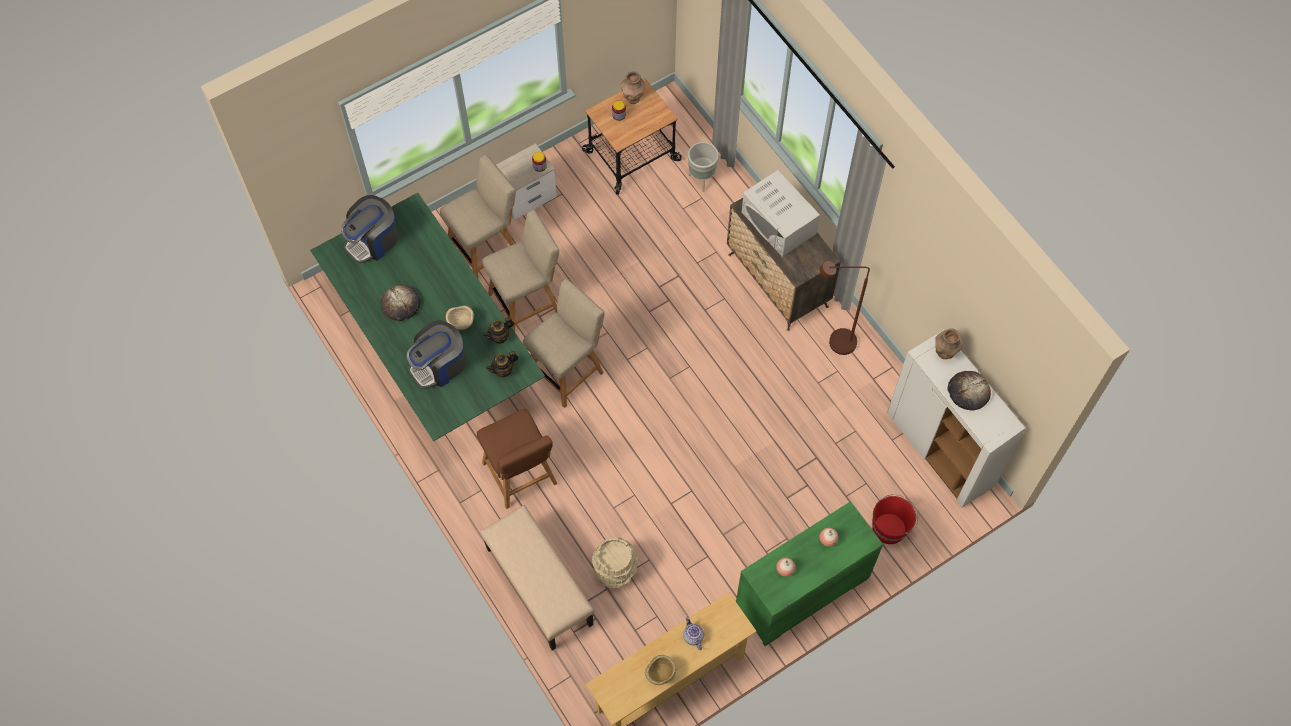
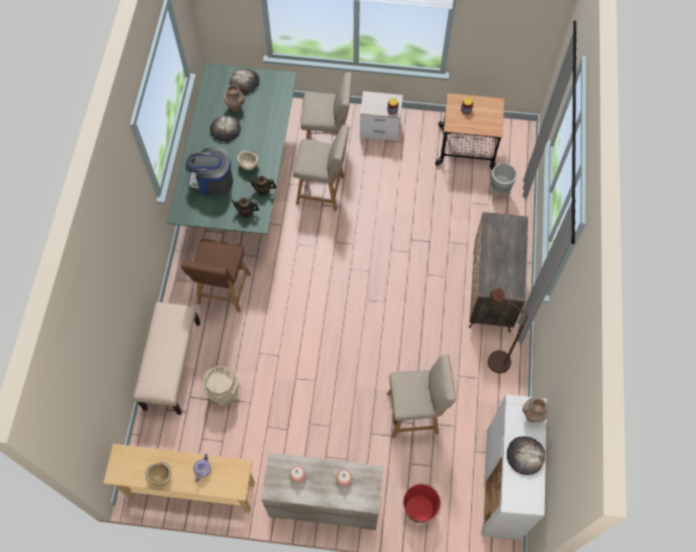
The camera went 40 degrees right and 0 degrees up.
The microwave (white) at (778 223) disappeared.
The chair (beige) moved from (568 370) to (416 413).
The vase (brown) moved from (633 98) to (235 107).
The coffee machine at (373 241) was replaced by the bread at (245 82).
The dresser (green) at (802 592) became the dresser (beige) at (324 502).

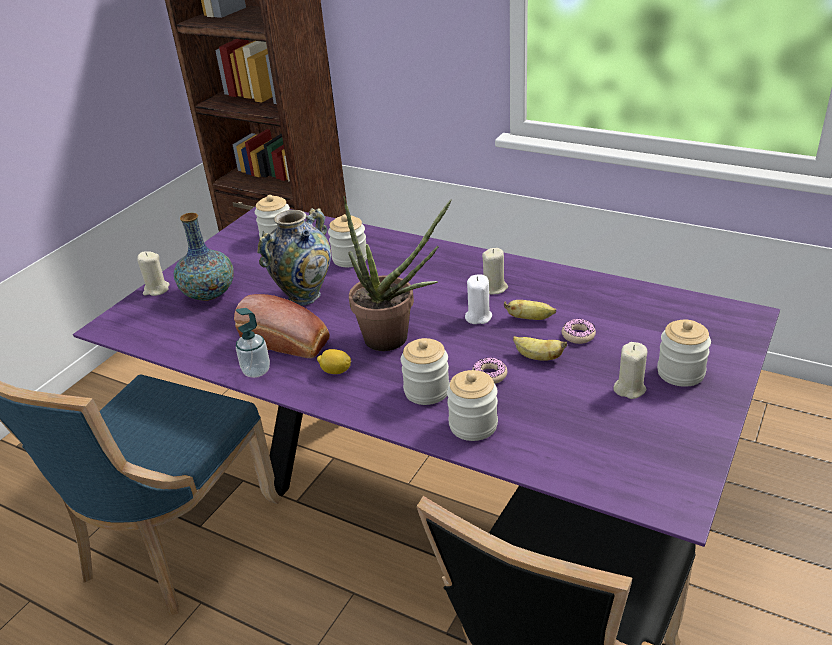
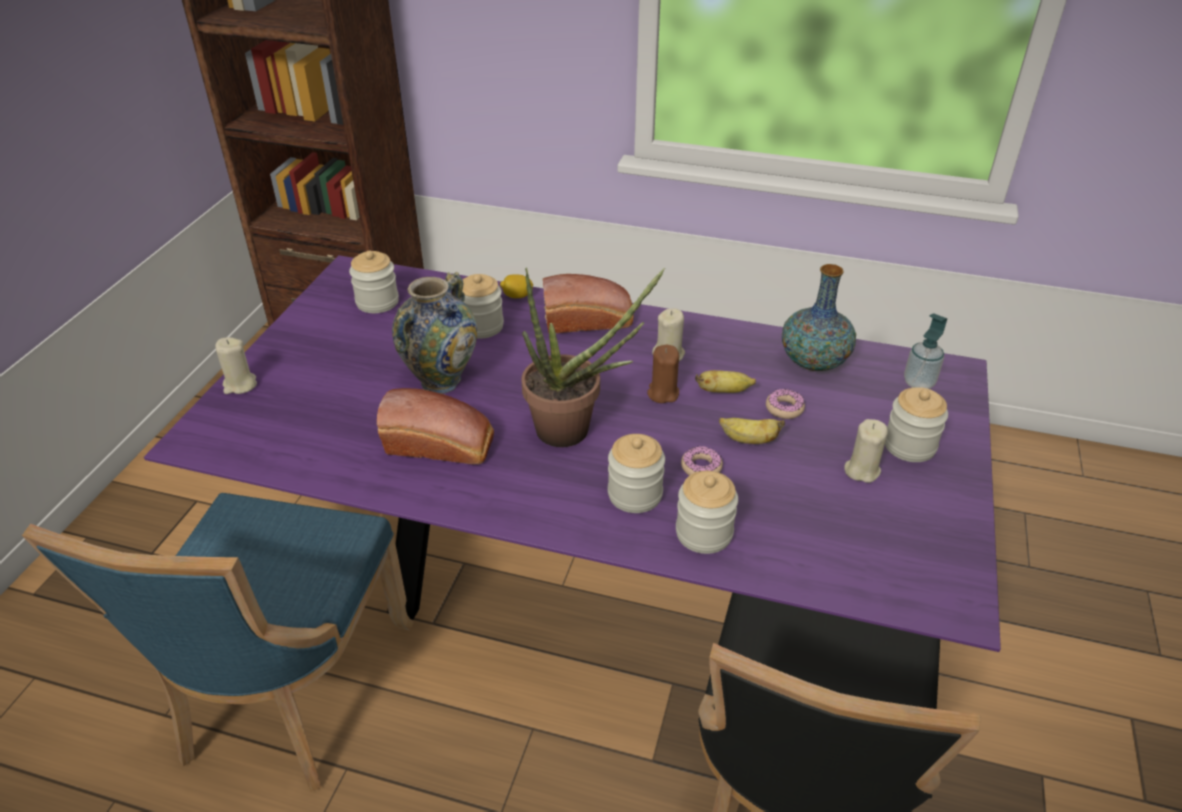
The camera went 15 degrees left and 5 degrees up.
The bread at (589 320) appeared.
The vase moved from (209 294) to (813 361).
The soap dispenser moved from (256 371) to (918 383).
The lemon moved from (336 371) to (517 296).
The candle (white) at (478 316) became the candle (brown) at (663 393).

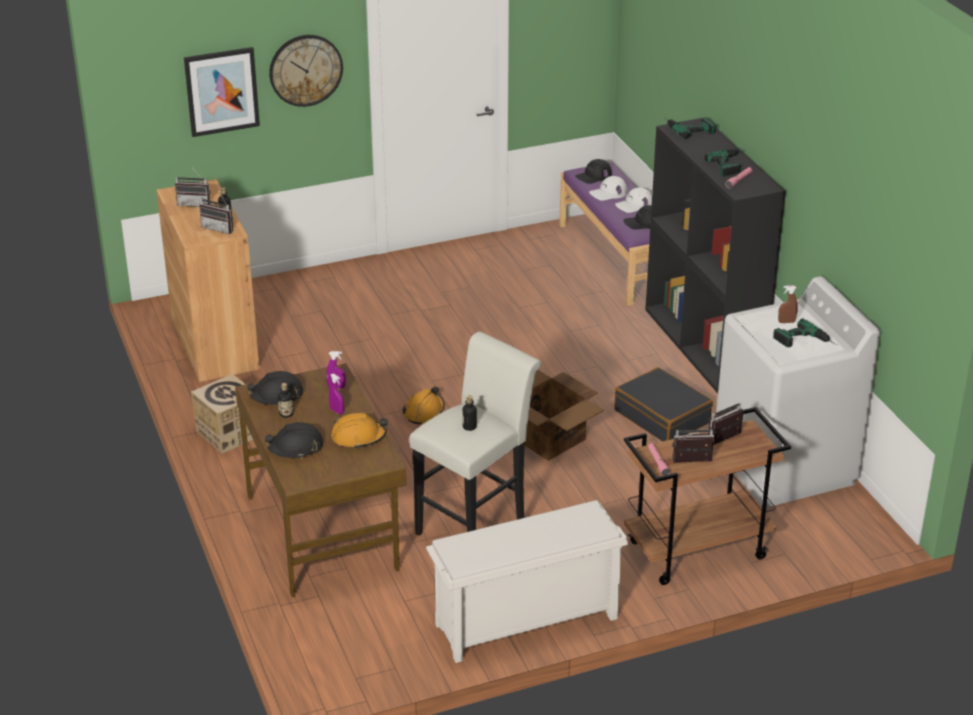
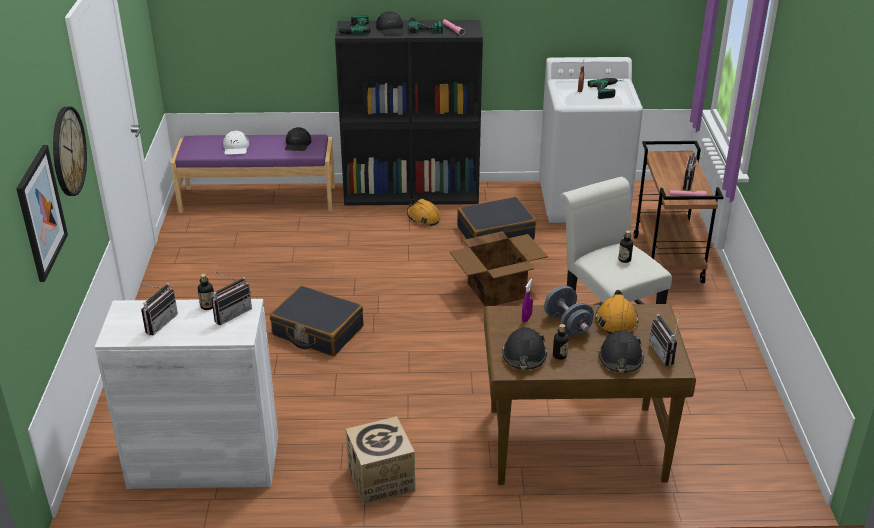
The camera went 70 degrees left and 0 degrees up.
The shoe rack (white) at (525 623) disappeared.
The cap (white) at (634 205) disappeared.
The suitcase (black) at (317 331) appeared.
The hard hat (orange) moved from (424 412) to (423 217).
The cap (black) moved from (593 176) to (390 29).
The radio moved from (726 440) to (666 354).
The spray bottle (purple) at (337 411) was replaced by the dumbbell (grey) at (567 325).
The cabinet (brown) at (214 344) became the cabinet (white) at (204 462).

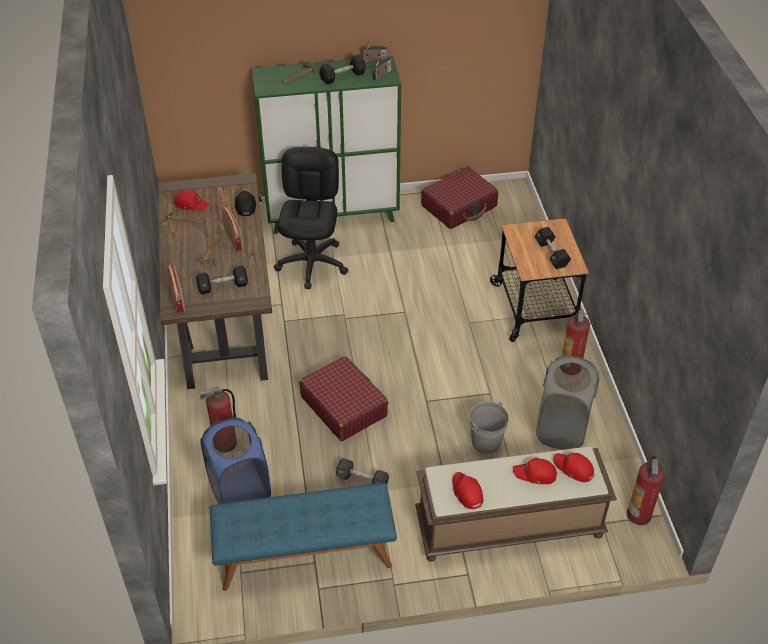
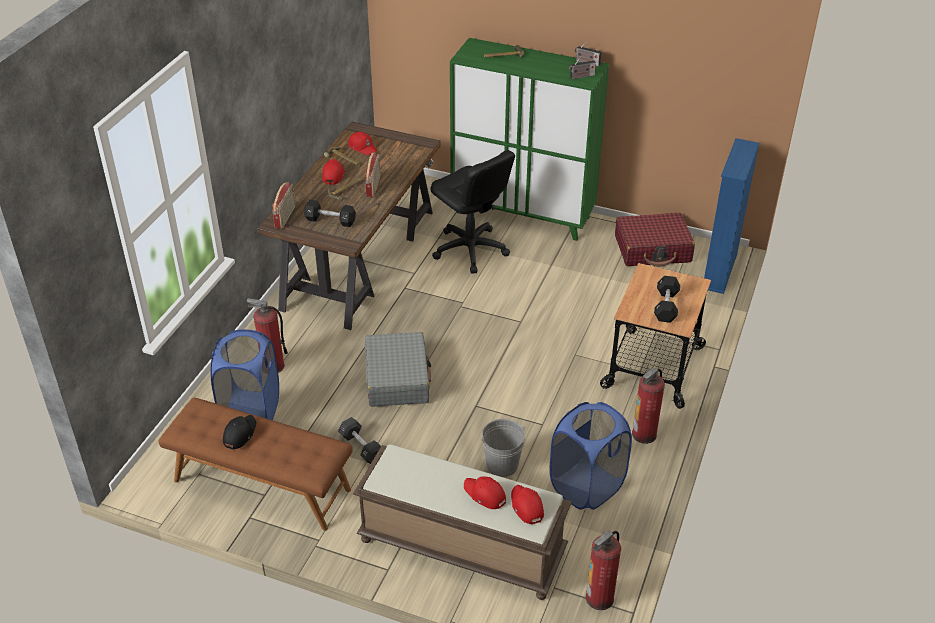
The camera went 30 degrees right and 5 degrees down.
The dumbbell (black) at (342 76) disappeared.
The bookcase (blue) at (719 271) appeared.
The cap (black) moved from (245 205) to (239 434).
The cap (red) moved from (466 492) to (333 175).
The bench (blue) at (305 555) became the bench (brown) at (261 485).
The suitcase (red) at (343 406) became the suitcase (grey) at (397 378).
The laundry basket (grey) at (562 429) became the laundry basket (blue) at (586 486).
The office chair (black) at (312 263) turned 105 degrees clockwise.

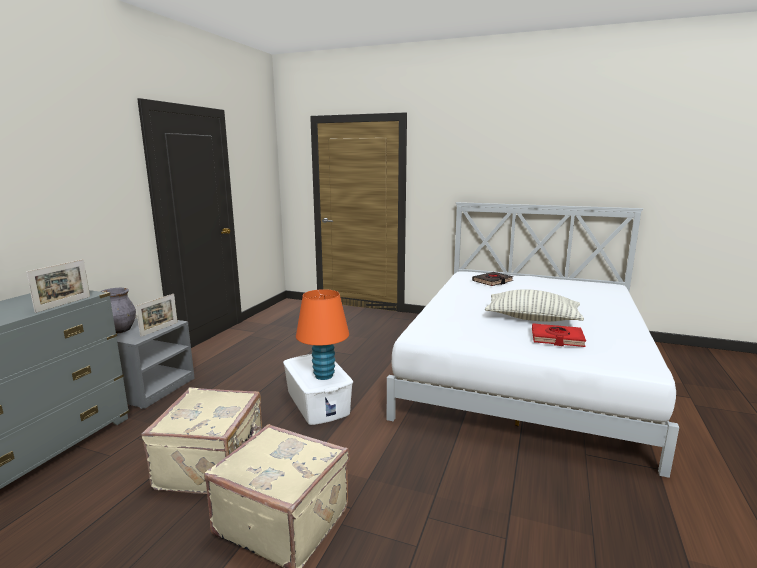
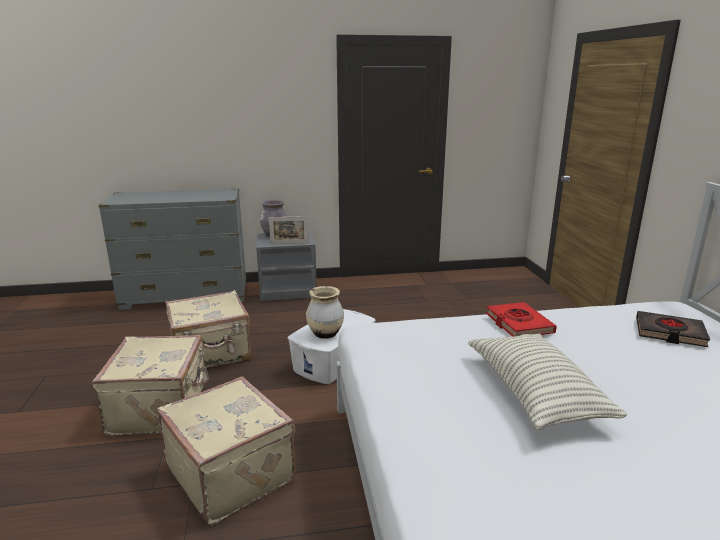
The camera went 60 degrees right and 5 degrees up.
The picture frame at (63 304) disappeared.
The suitcase (beige) at (232 472) appeared.
The book (red) moved from (557 339) to (518 324).
The table lamp (orange) at (324 376) was replaced by the vase (beige) at (325 334).

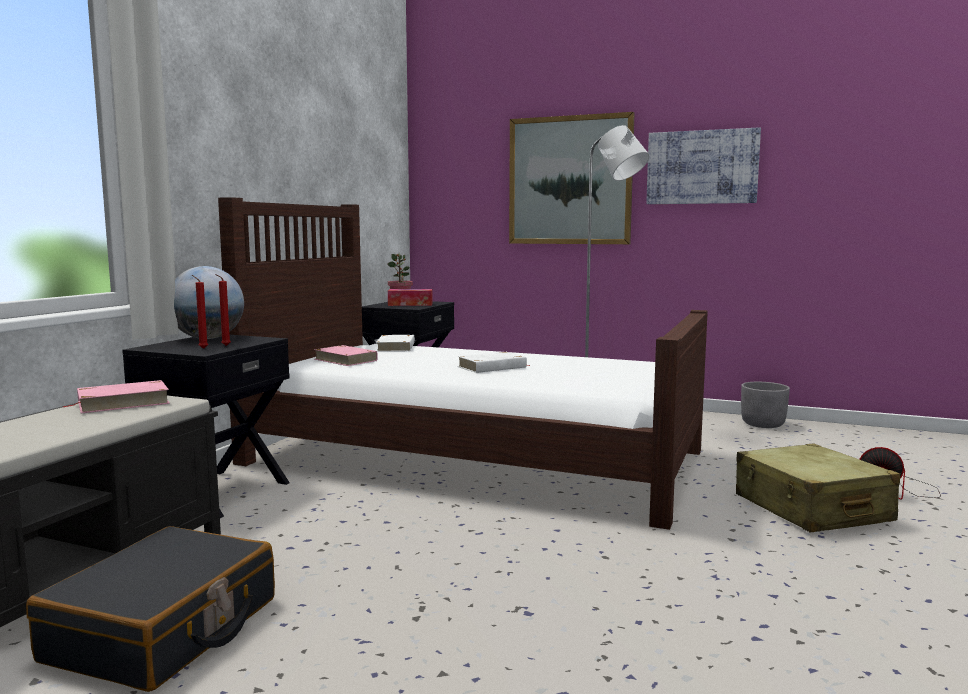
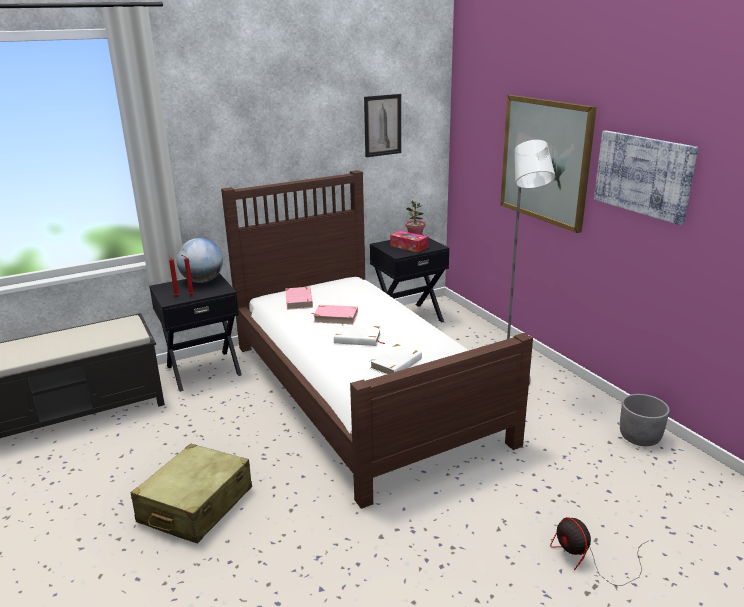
The camera went 40 degrees right and 15 degrees up.
The suitcase (black) at (165 630) disappeared.
The picture at (382 125) appeared.
The book (pink) moved from (123 403) to (335 317).
The book (white) moved from (396 347) to (396 364).
The suitcase (beige) moved from (811 509) to (195 506).

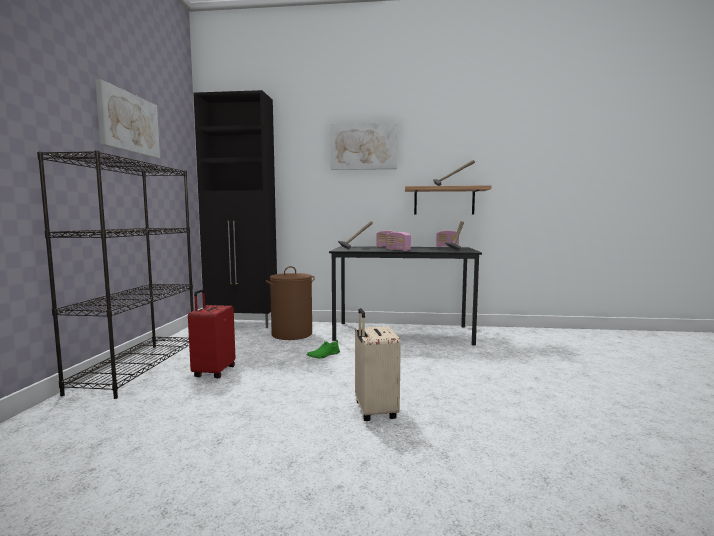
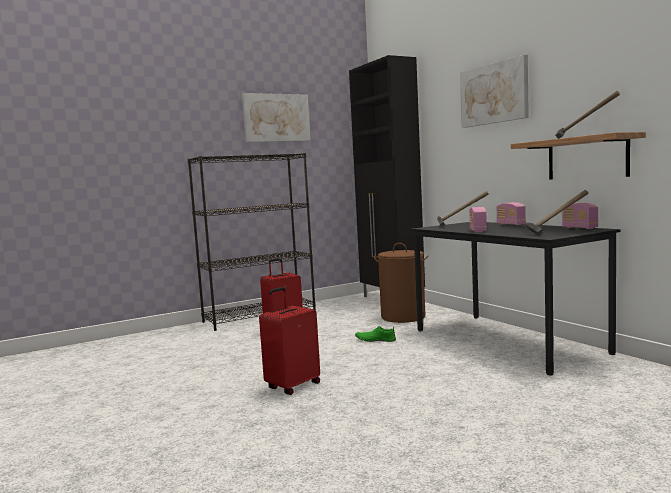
The camera went 55 degrees right and 0 degrees up.
The suitcase (beige) at (374 411) became the suitcase (red) at (292 386).

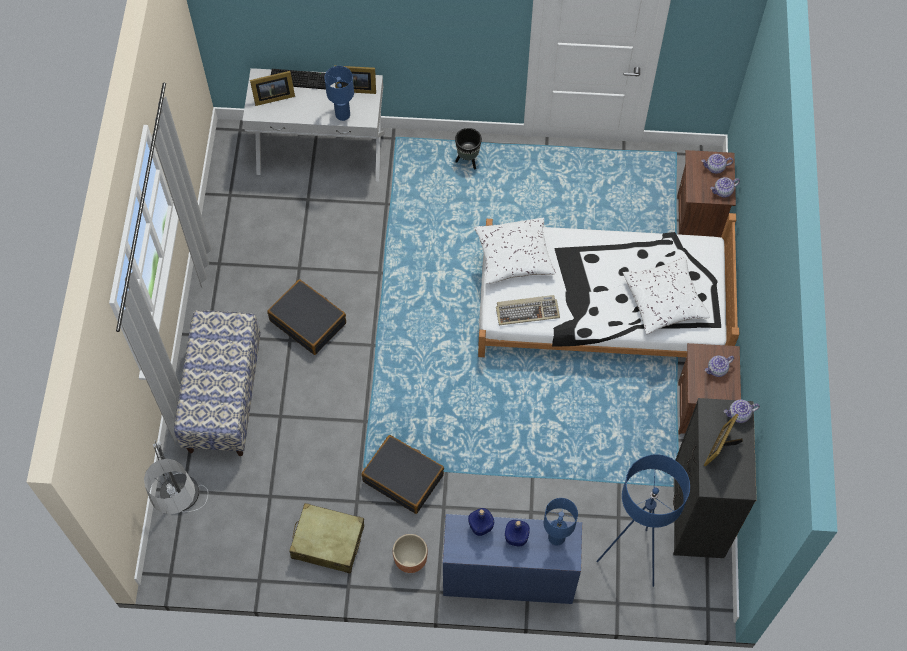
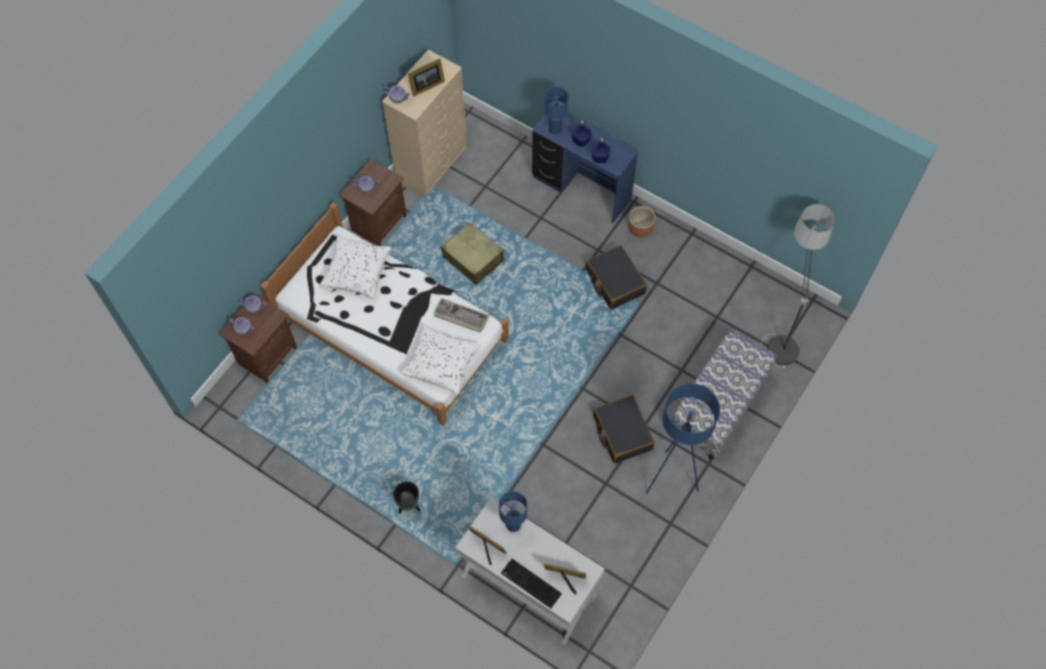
The camera went 150 degrees left and 0 degrees up.
The suitcase (beige) moved from (328 542) to (473 259).
The floor lamp (blue) moved from (631 559) to (671 479).
The dresser (black) at (698 512) became the dresser (beige) at (432 164).

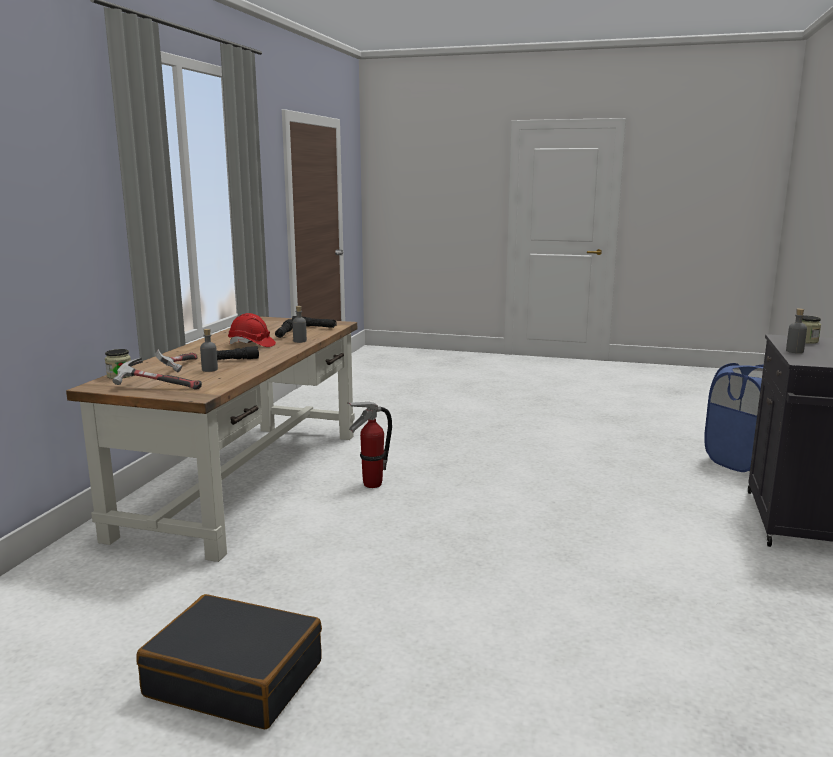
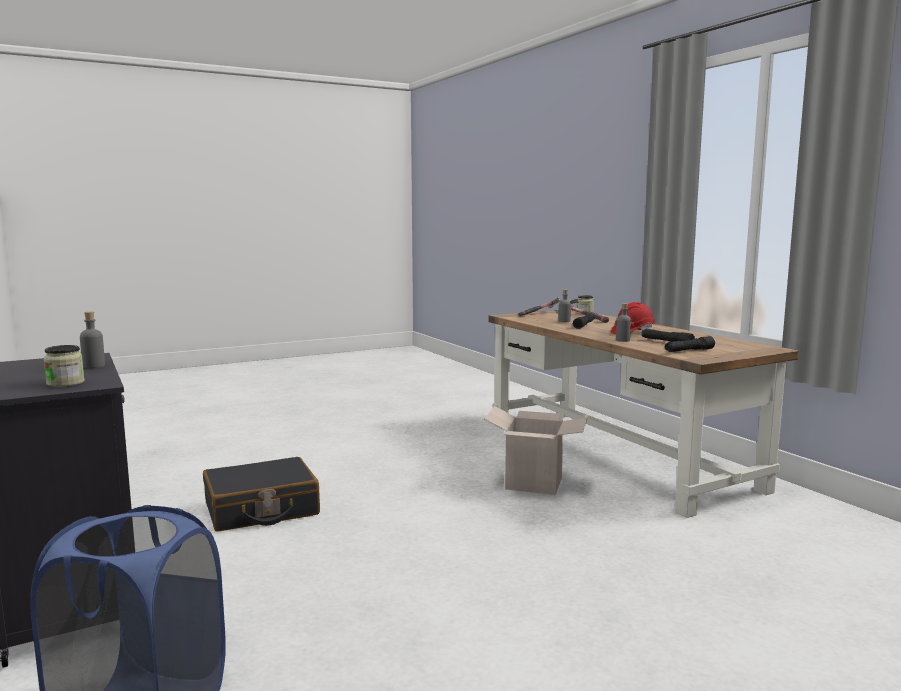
The camera went 135 degrees right and 5 degrees down.
The suitcase (black) moved from (235 678) to (261 509).
The fire extinguisher at (371 484) was replaced by the cardboard box at (534 483).

